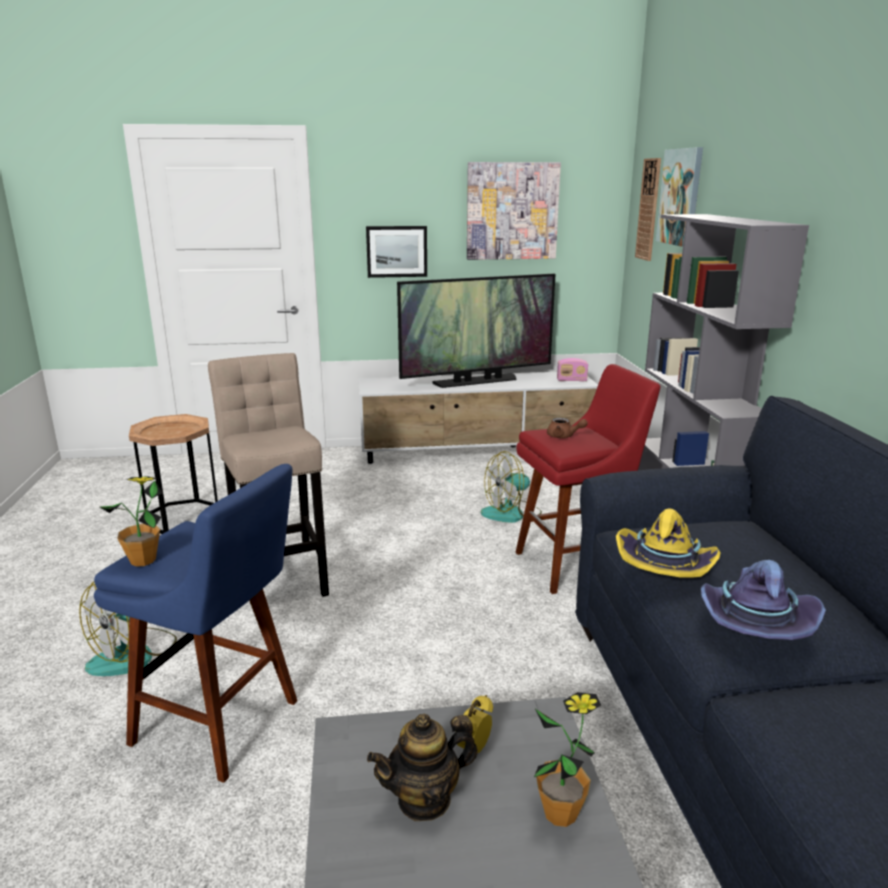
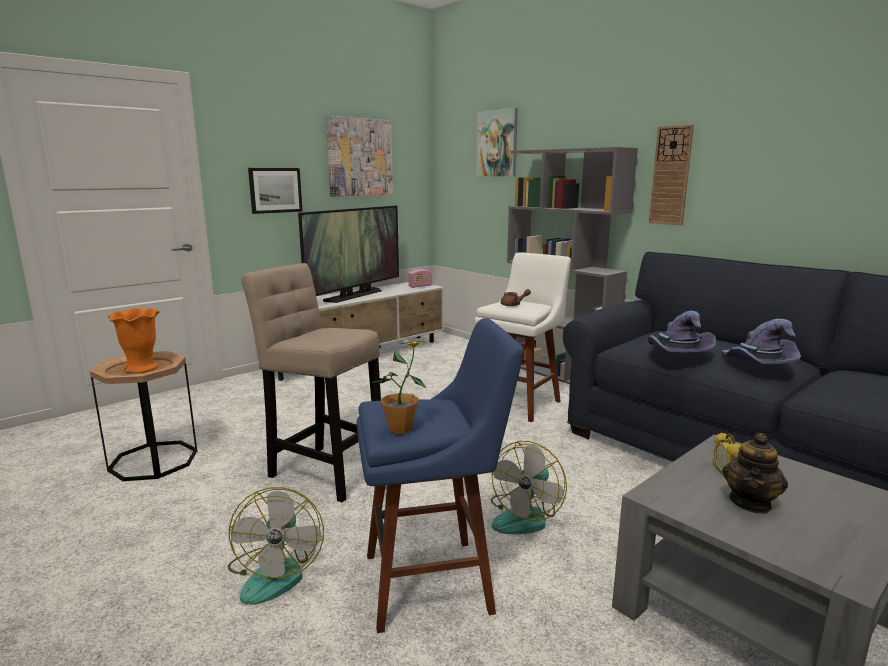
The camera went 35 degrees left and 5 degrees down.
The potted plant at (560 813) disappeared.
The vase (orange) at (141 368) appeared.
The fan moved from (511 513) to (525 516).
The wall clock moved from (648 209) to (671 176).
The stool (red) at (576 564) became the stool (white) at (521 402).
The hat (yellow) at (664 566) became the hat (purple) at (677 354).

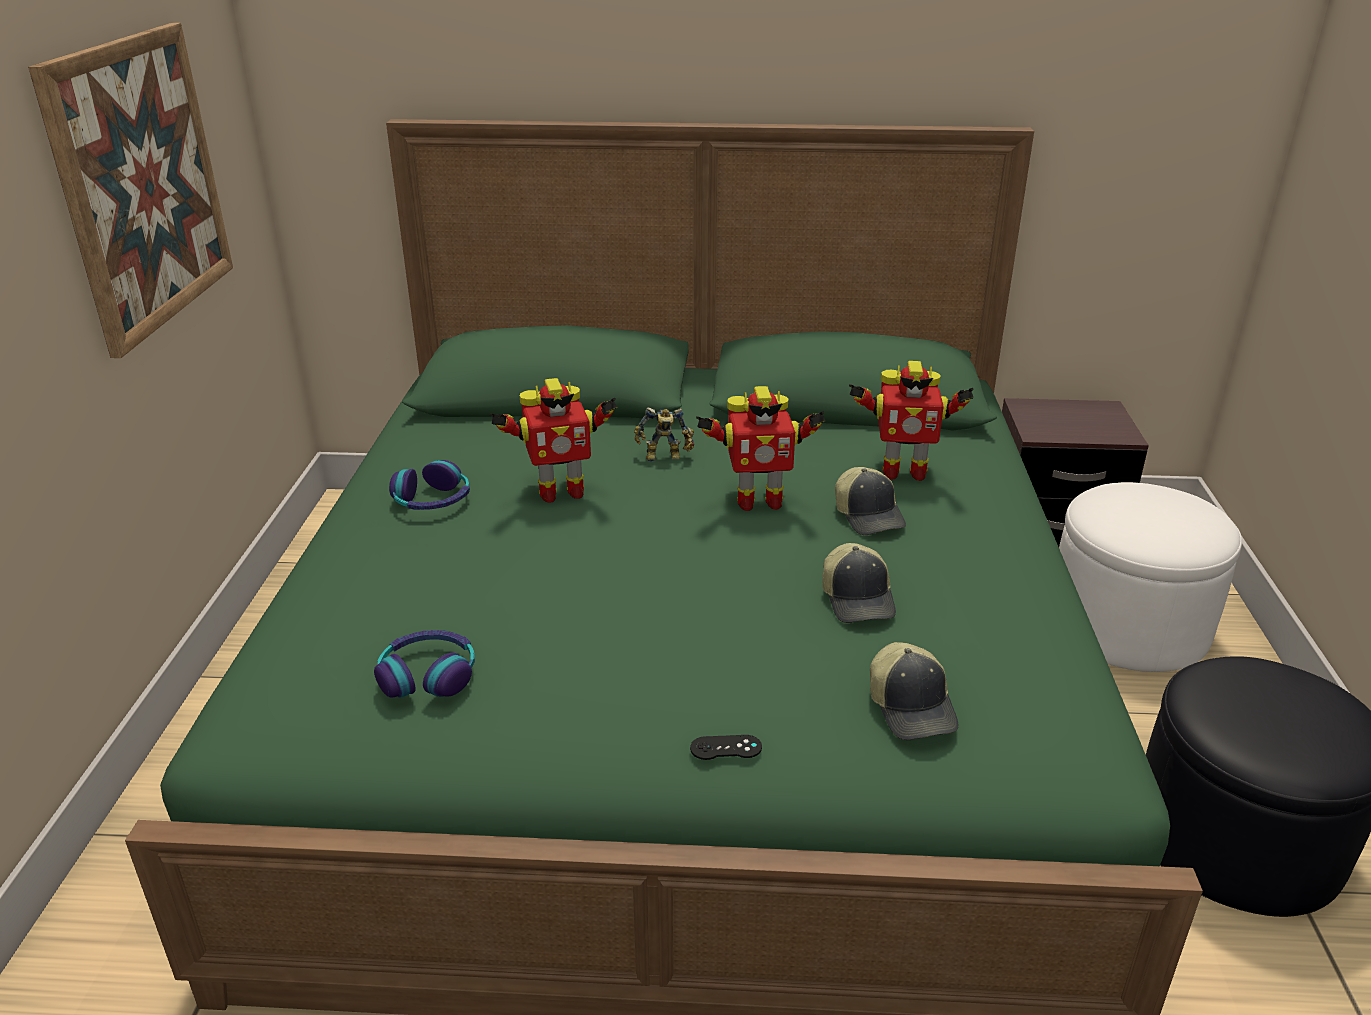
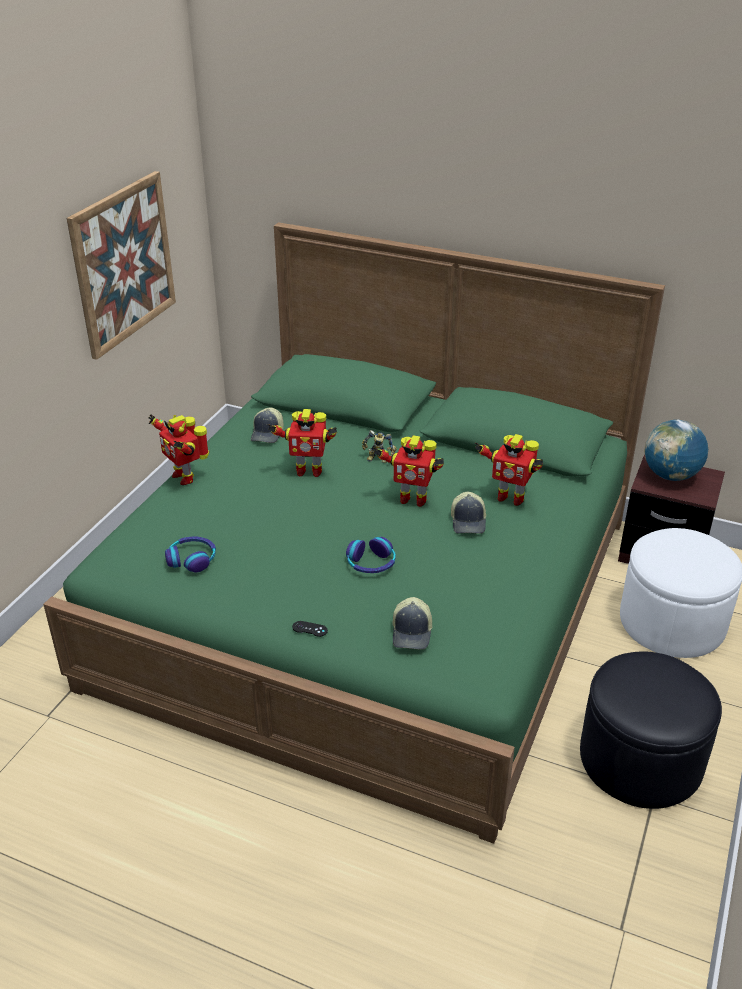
The camera went 20 degrees right and 5 degrees up.
The toy robot at (184 476) appeared.
The globe at (670 475) appeared.
The headphones moved from (432 500) to (371 563).
The cap moved from (858 599) to (268 433).

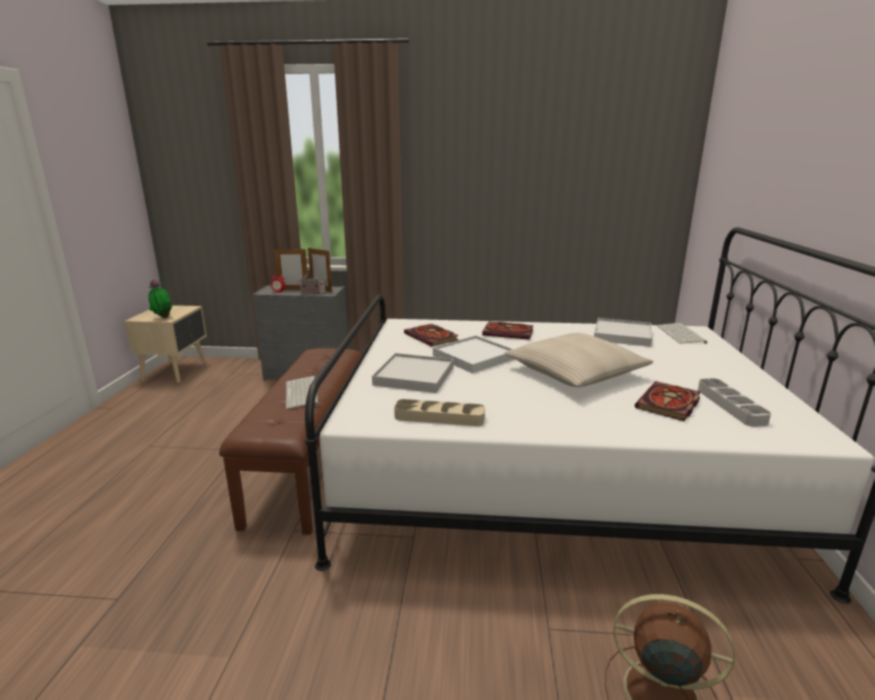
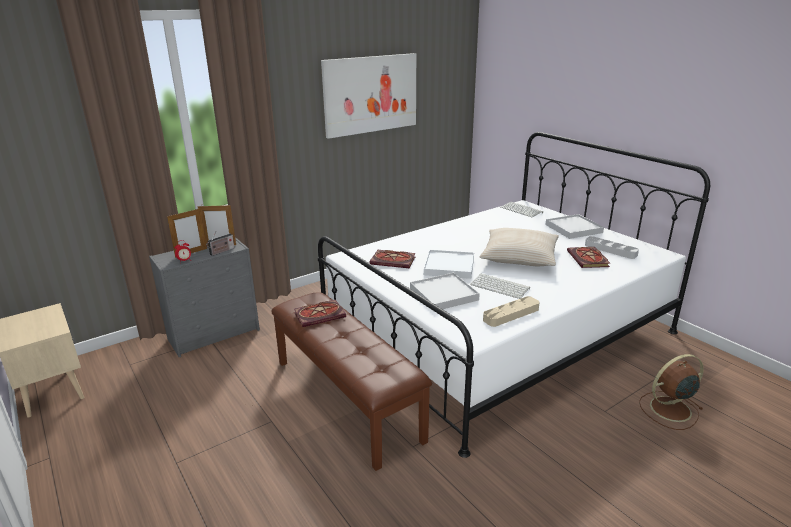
The camera went 40 degrees left and 5 degrees up.
The potted plant at (163 317) disappeared.
The picture at (370 94) appeared.
The keyboard moved from (303 393) to (501 286).
The book moved from (509 333) to (320 314).
The tray (white) moved from (622 335) to (573 229).

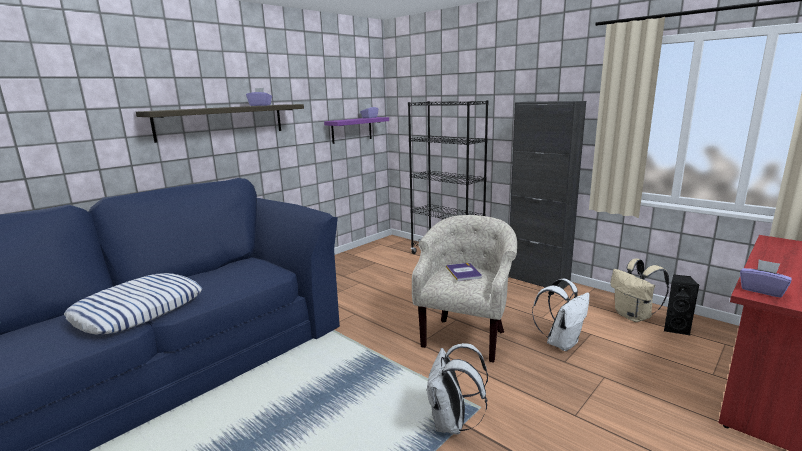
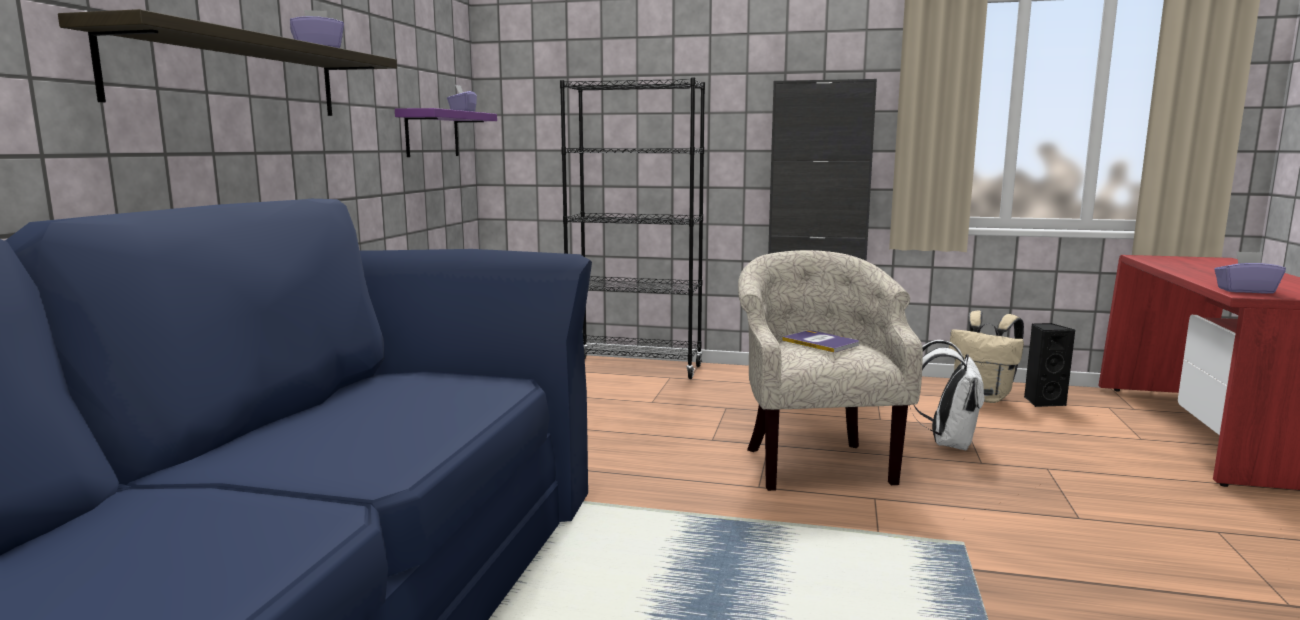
The camera went 30 degrees left and 5 degrees down.
The pillow at (139 310) disappeared.
The backpack (white) at (452 424) disappeared.

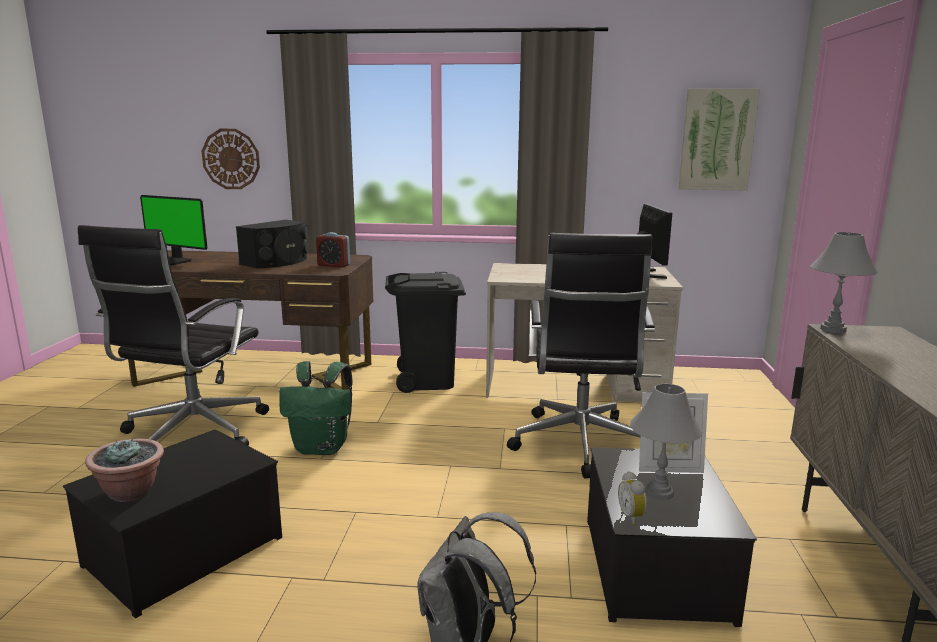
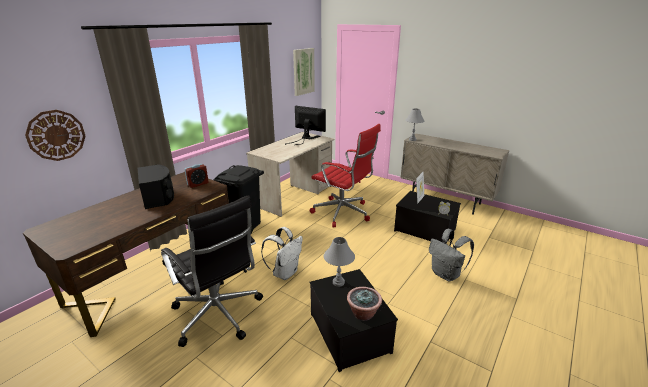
The camera went 60 degrees left and 10 degrees up.
The monitor at (170 262) disappeared.
The table lamp (grey) moved from (659 493) to (338 282).
The backpack (green) at (322 448) became the backpack (white) at (285 272).
The office chair (black) at (580 445) became the office chair (red) at (343 213).

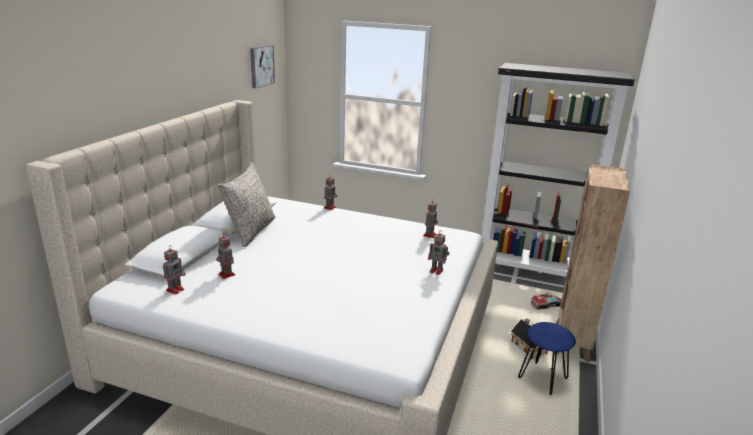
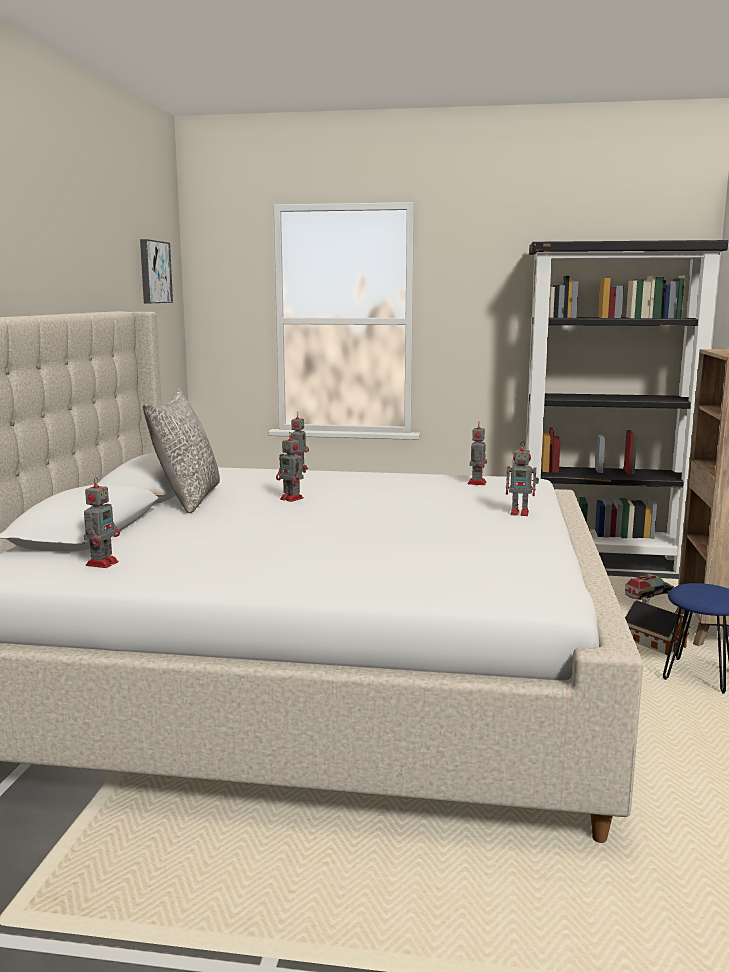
The camera went 10 degrees left and 10 degrees down.
The toy robot moved from (227 275) to (292 499).

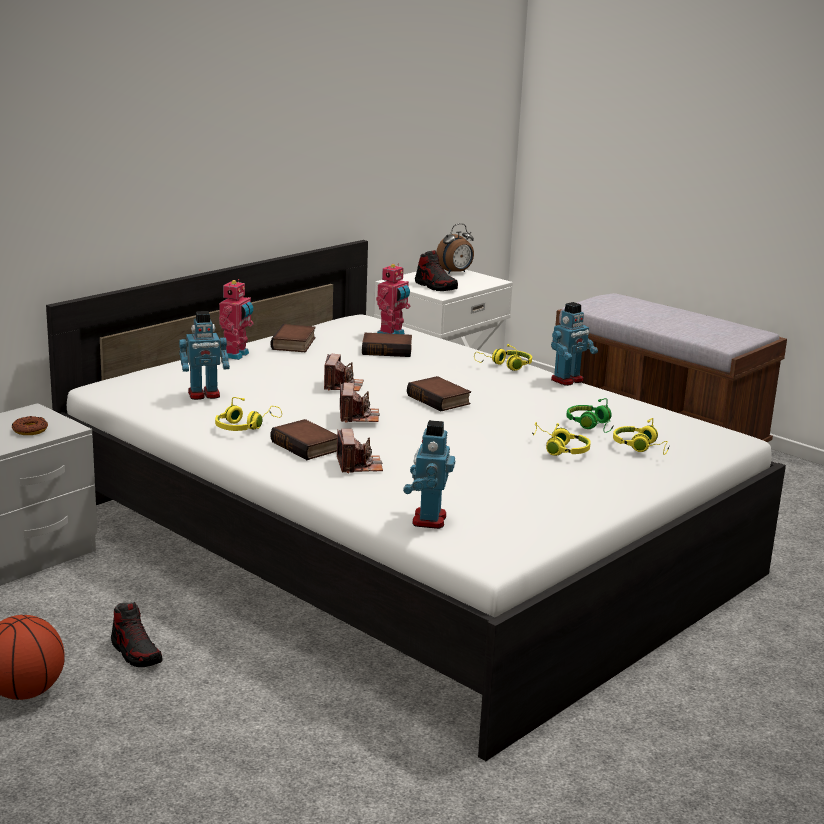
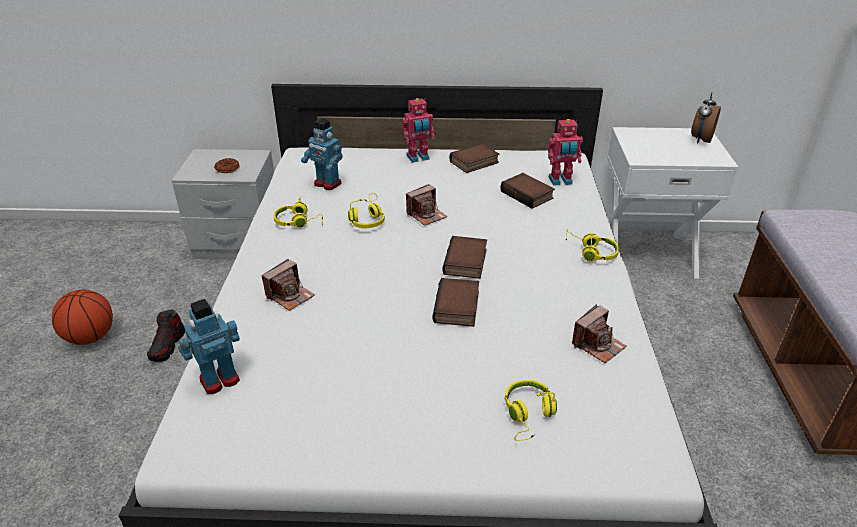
The camera went 50 degrees right and 15 degrees up.
The shoe at (436 286) disappeared.
The toy robot at (567 380) disappeared.
The headphones (green) at (592 425) disappeared.
The book moved from (308 446) to (458 307).
The photo camera moved from (358 416) to (598 345).
The headphones (yellow) moved from (559 449) to (367 219).
The alarm clock at (455 272) turned 105 degrees clockwise.

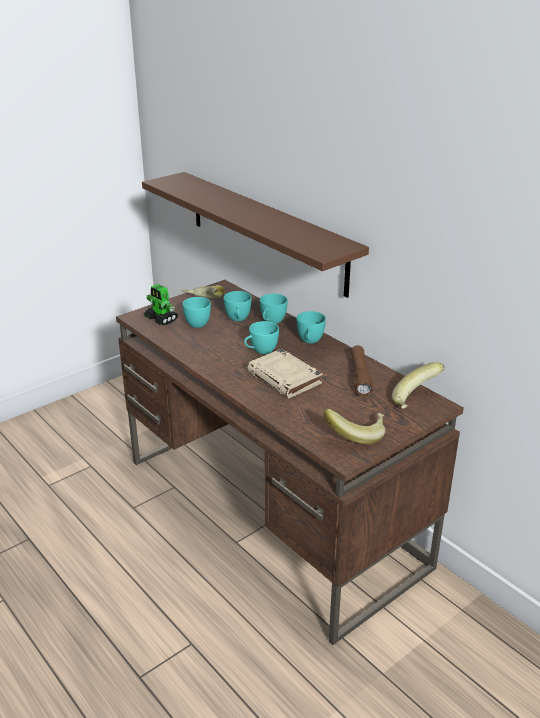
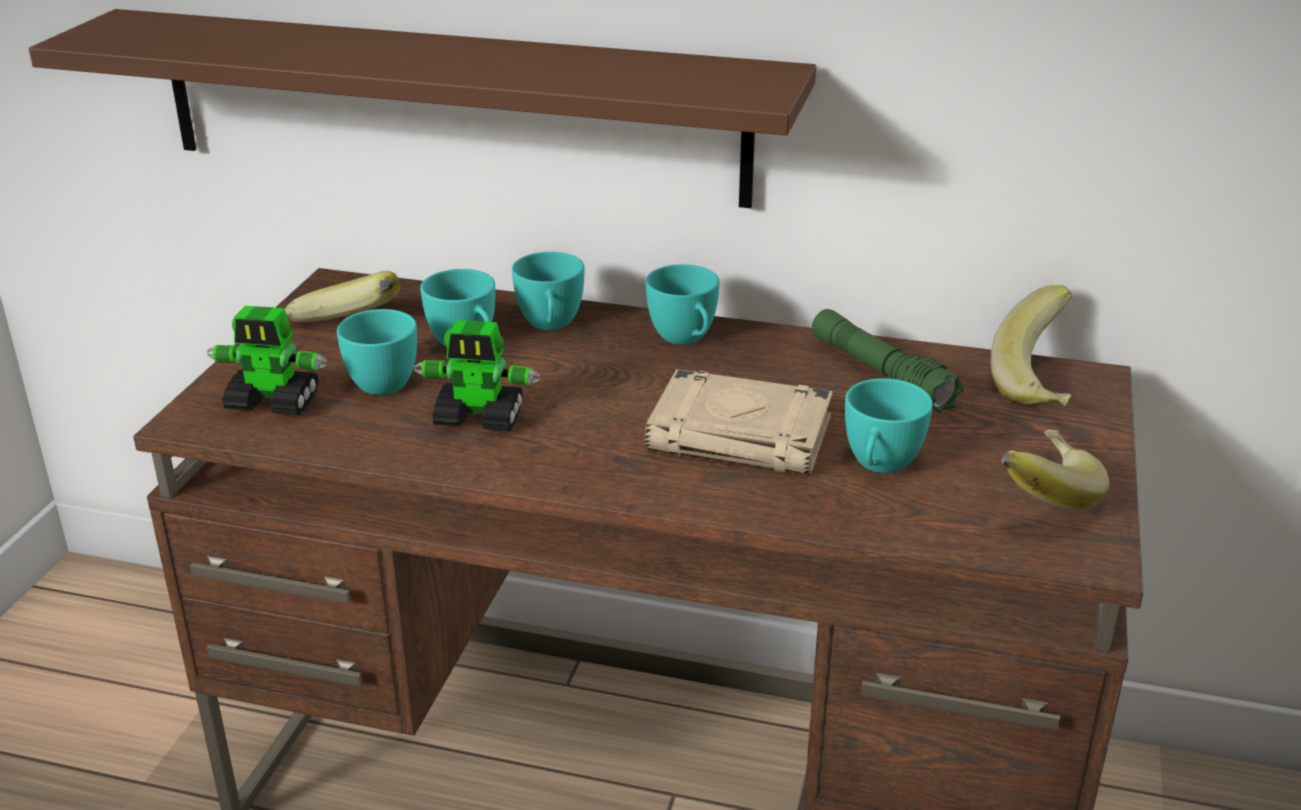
The camera went 35 degrees left and 0 degrees up.
The toy robot at (480 418) appeared.
The cup (turquoise) moved from (260 351) to (879 466).
The flashlight (brown) at (360 376) became the flashlight (green) at (880 375).

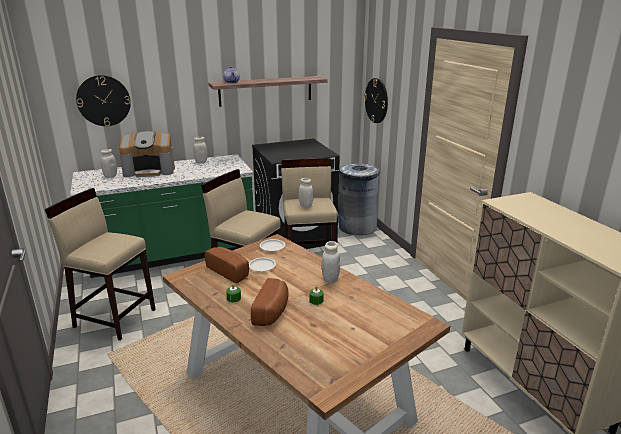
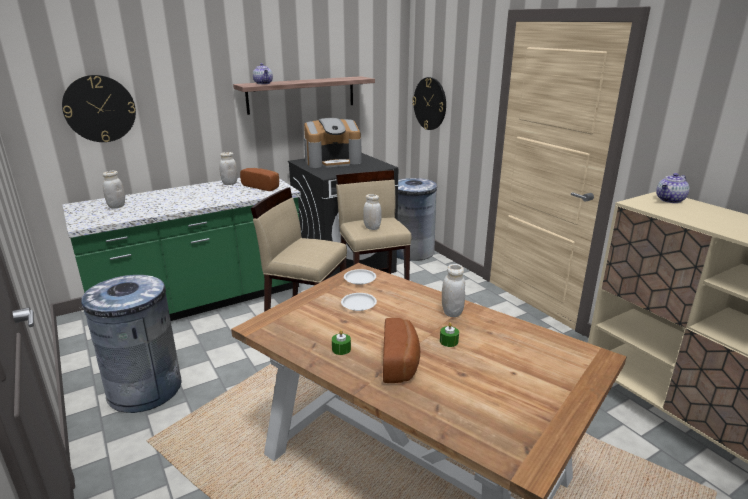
The camera went 10 degrees left and 0 degrees up.
The teapot at (670 200) appeared.
The coffee machine moved from (150 170) to (333 161).
The bread moved from (230 271) to (262 186).
The stool (beige) at (115 317) was replaced by the trash can (grey) at (145 389).

